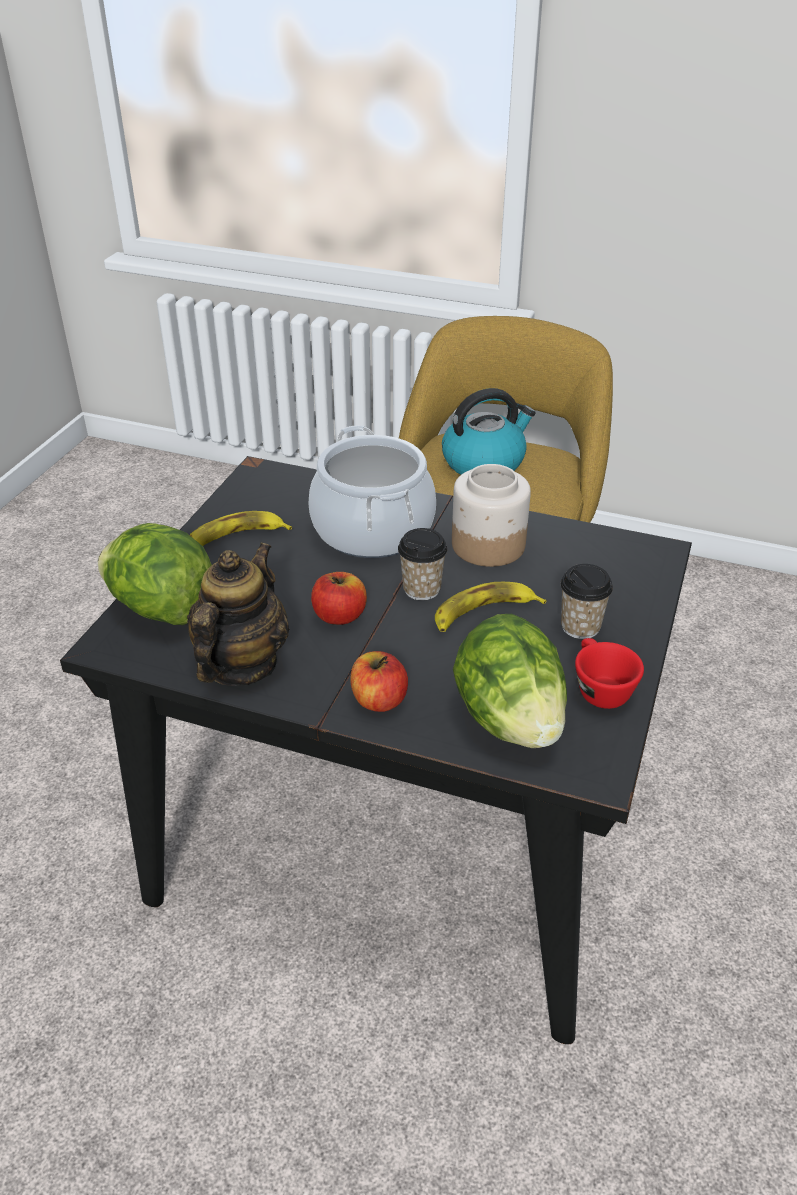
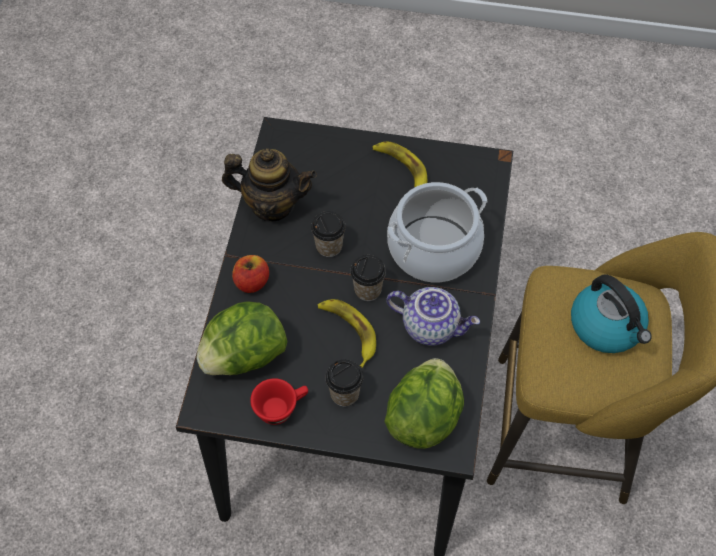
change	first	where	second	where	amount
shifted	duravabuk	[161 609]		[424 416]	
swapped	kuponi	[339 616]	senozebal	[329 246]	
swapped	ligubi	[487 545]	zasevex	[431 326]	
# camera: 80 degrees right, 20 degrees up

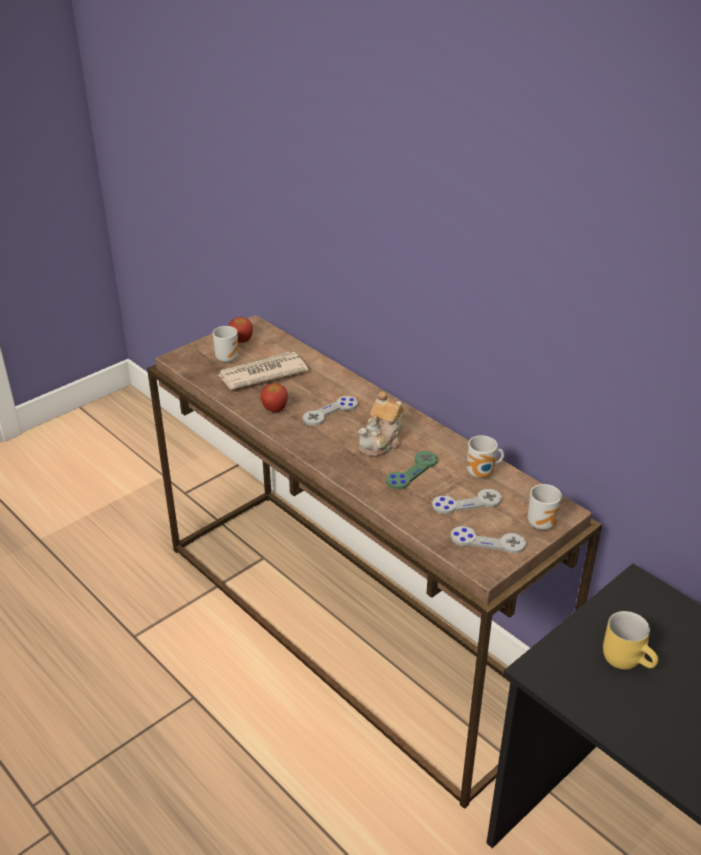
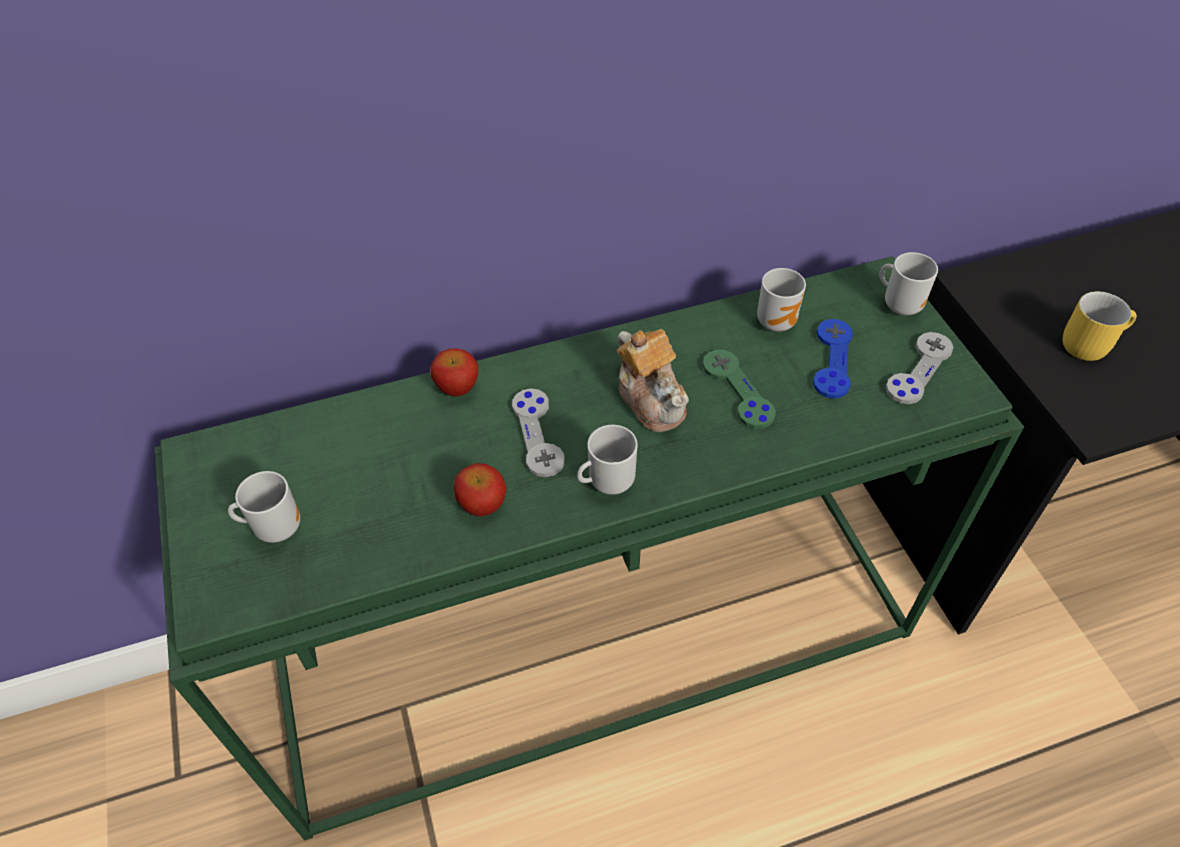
change	first	where	second	where	amount
gone	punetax	[261 373]			
new			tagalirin	[607 482]	
shifted	kuponi	[241 340]		[457 387]	
repainted	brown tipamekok	[354 627]	green tipamekok	[596 639]	
repainted	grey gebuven	[466 503]	blue gebuven	[832 360]	
# camera: 65 degrees left, 15 degrees up

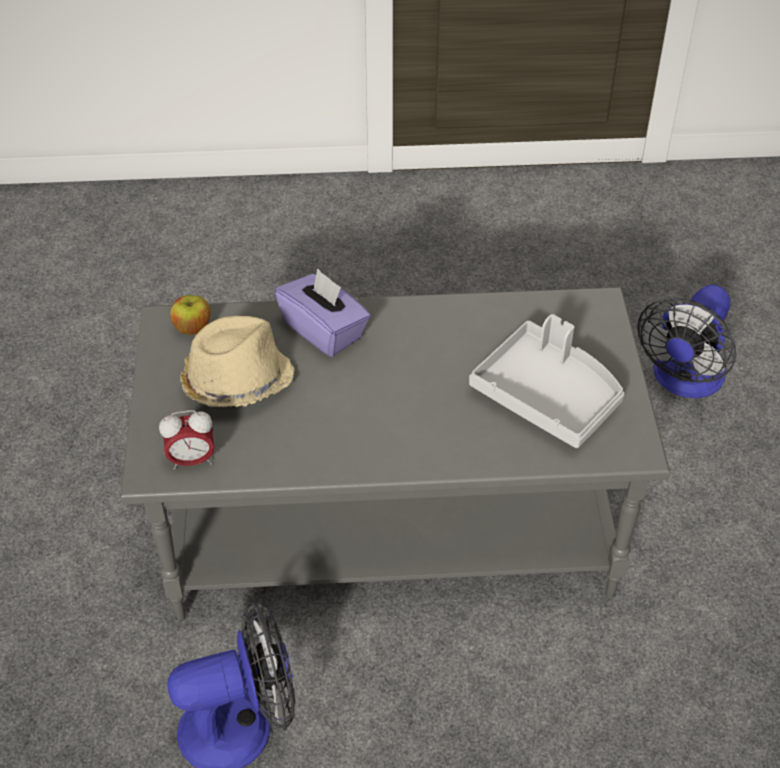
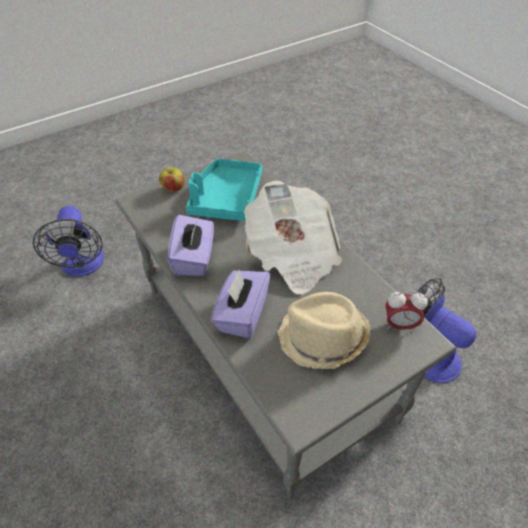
change	first	where	second	where	amount
new			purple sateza	[194 258]	
new			punetax	[292 255]	
shifted	kuponi	[192 328]		[173 188]	
repainted	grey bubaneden	[548 396]	turquoise bubaneden	[226 198]	
rotated	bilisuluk	[192 460]		[400 325]	135 degrees clockwise
rotated	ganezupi	[683 380]		[82 266]	75 degrees clockwise
# camera: 120 degrees left, 0 degrees up

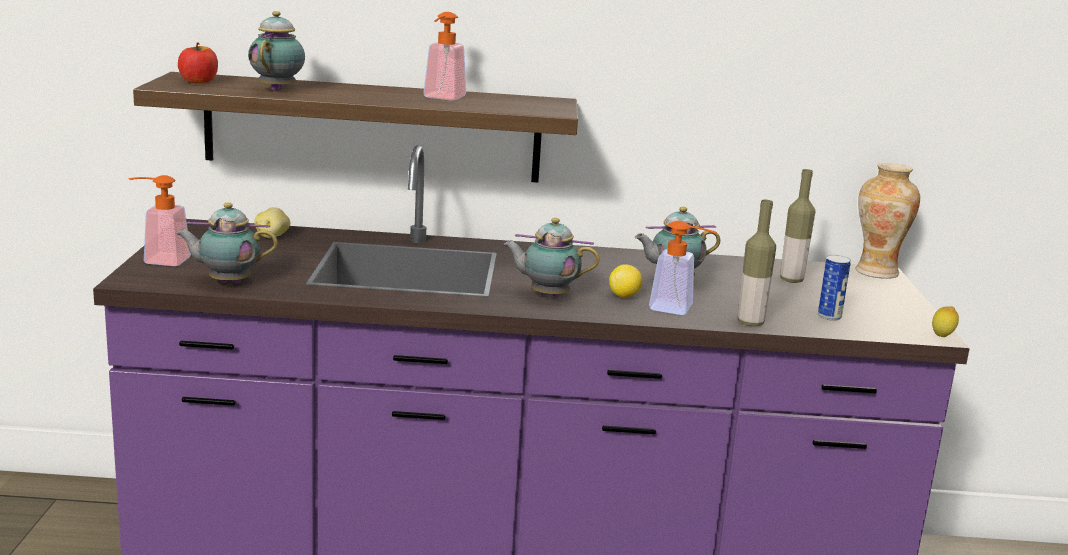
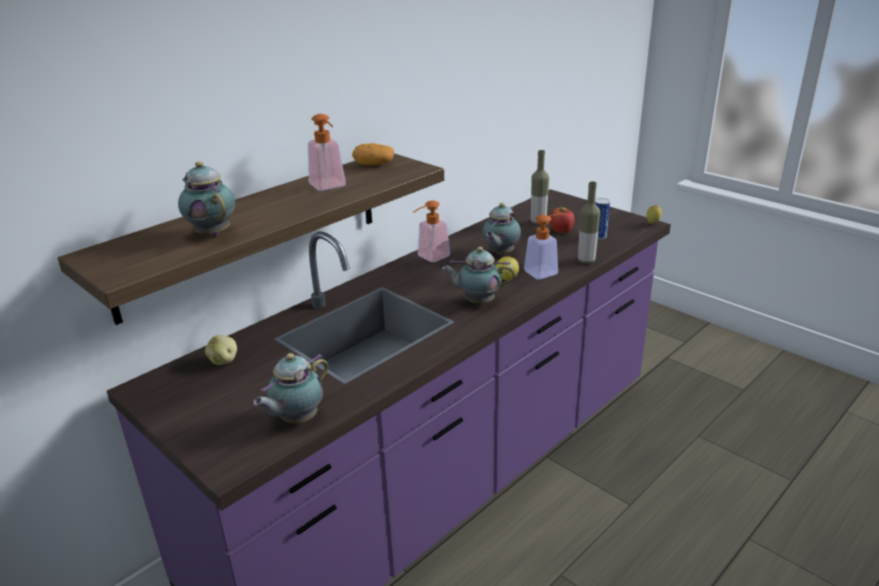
change	first	where	second	where	amount
gone	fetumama	[876 272]			
new			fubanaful	[374 164]	
shifted	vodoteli	[159 260]		[429 258]	
shifted	kuponi	[198 81]		[561 230]	
rotated	zasevex	[547 295]		[477 301]	45 degrees clockwise
# camera: 45 degrees left, 10 degrees up

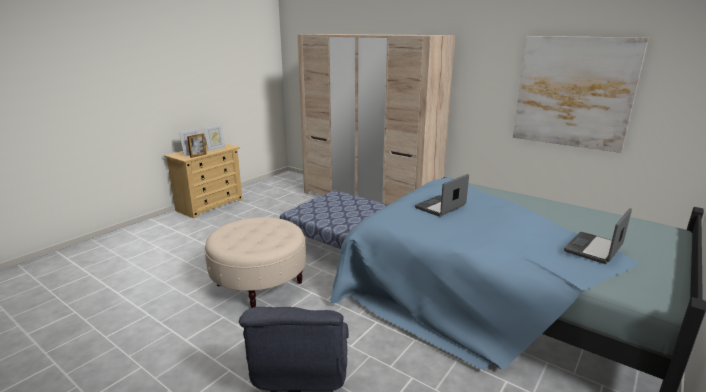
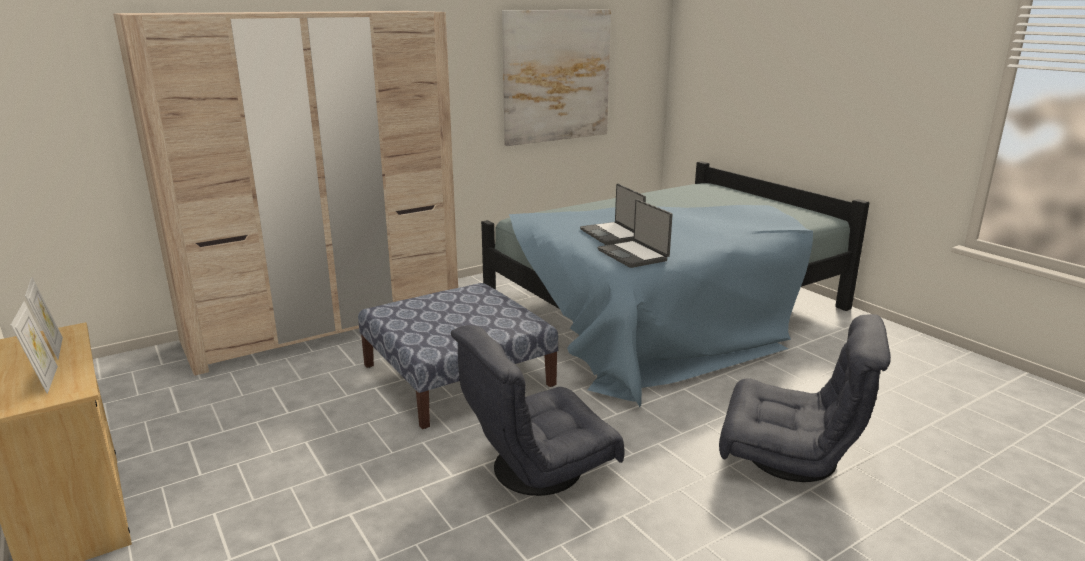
change	first	where	second	where	amount
gone	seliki	[198 155]			
shifted	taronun	[594 249]		[634 255]	
swapped	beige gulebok	[259 283]	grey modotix	[537 468]	
# camera: 70 degrees left, 0 degrees up

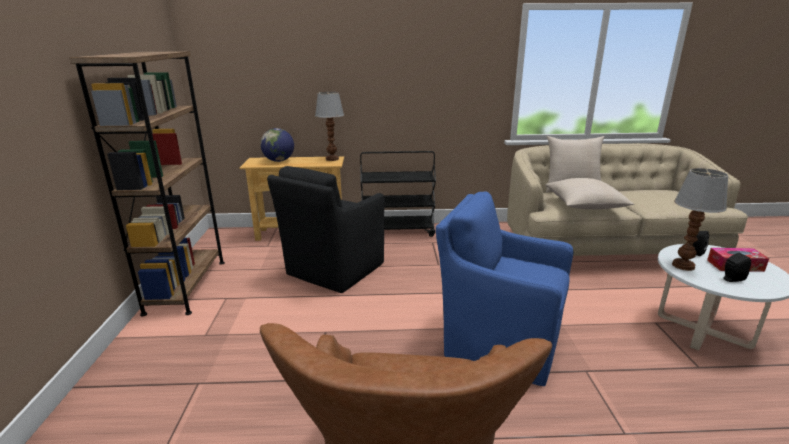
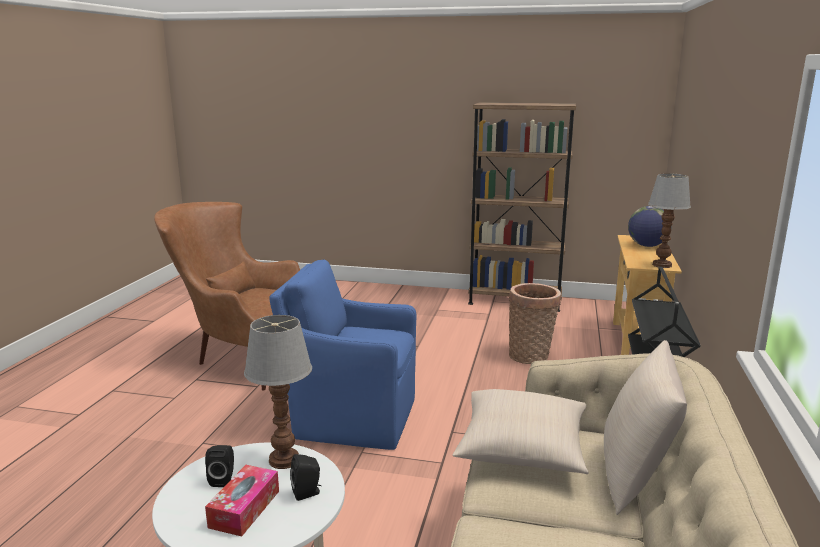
change	first	where	second	where	amount
swapped	black modotix	[333 270]	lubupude	[531 355]	
rotated	blue modotix	[498 342]		[351 418]	120 degrees counterclockwise
# camera: 105 degrees right, 5 degrees down

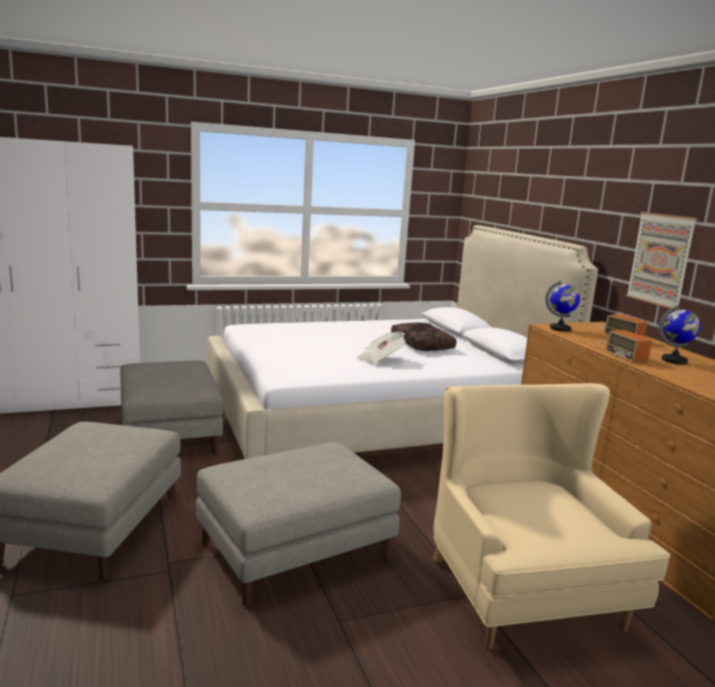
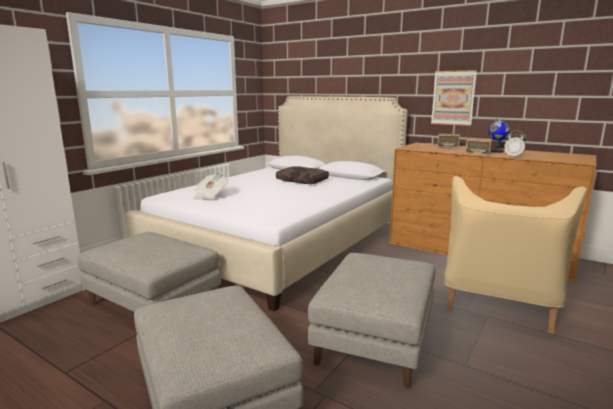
change	first	where	second	where	amount
gone	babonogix	[560 329]			
new			bilisuluk	[513 156]	
shifted	punetax	[380 359]		[210 196]	
rotated	beige modotix	[520 588]		[498 302]	105 degrees counterclockwise
# camera: 35 degrees left, 0 degrees up

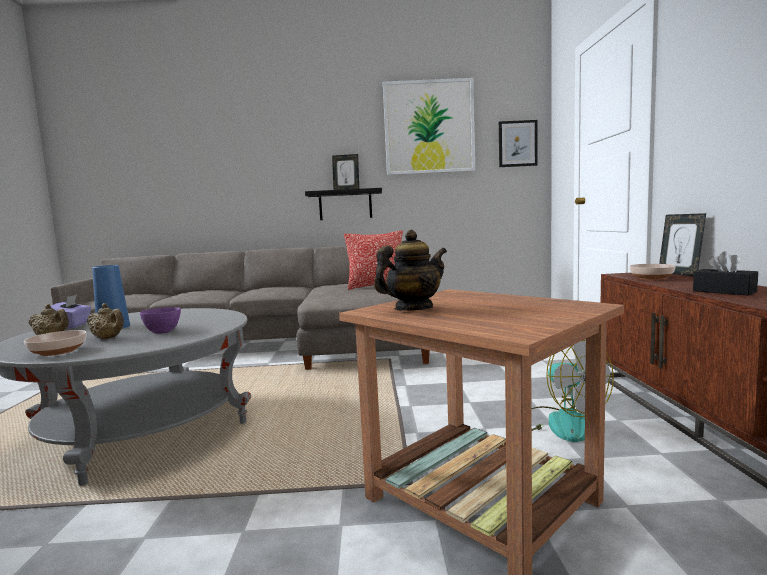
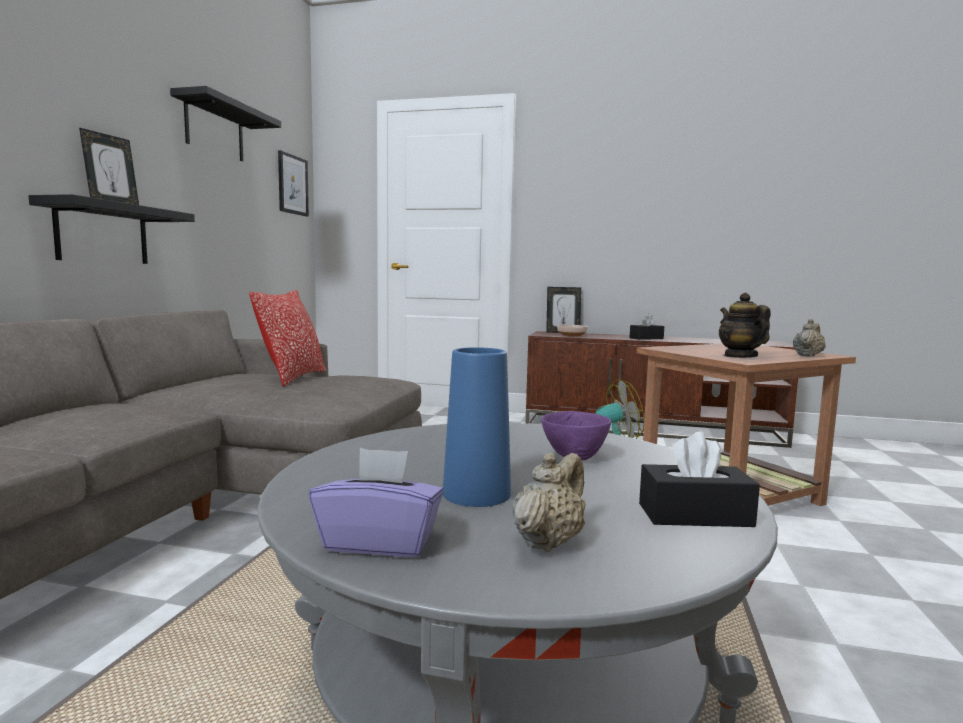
change	first	where	second	where	amount
shifted	beige zasevex	[108 338]		[808 355]	
swapped	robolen	[57 351]	black sateza	[694 515]	
swapped	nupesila	[429 127]	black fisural	[214 130]	
# camera: 75 degrees left, 0 degrees up

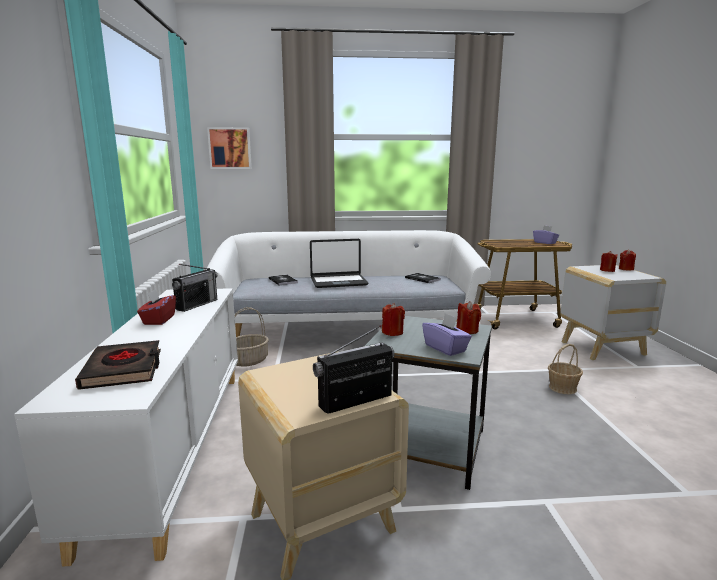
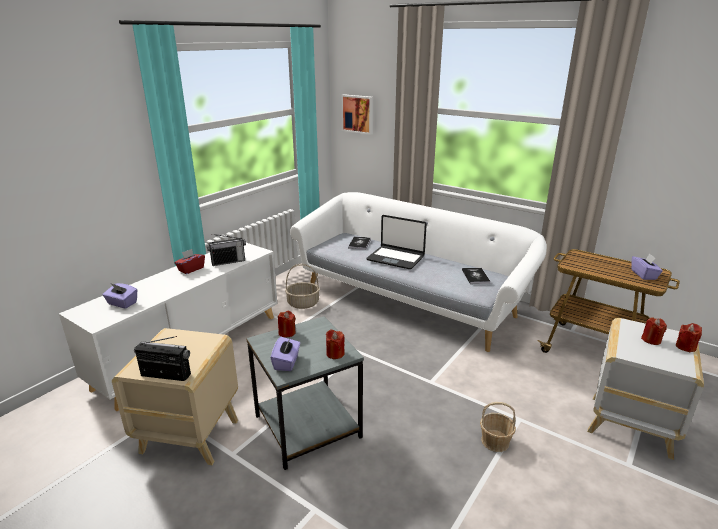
change	first	where	second	where	amount
swapped	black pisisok	[124 370]	purple sateza	[122 303]	
# camera: 40 degrees right, 10 degrees up

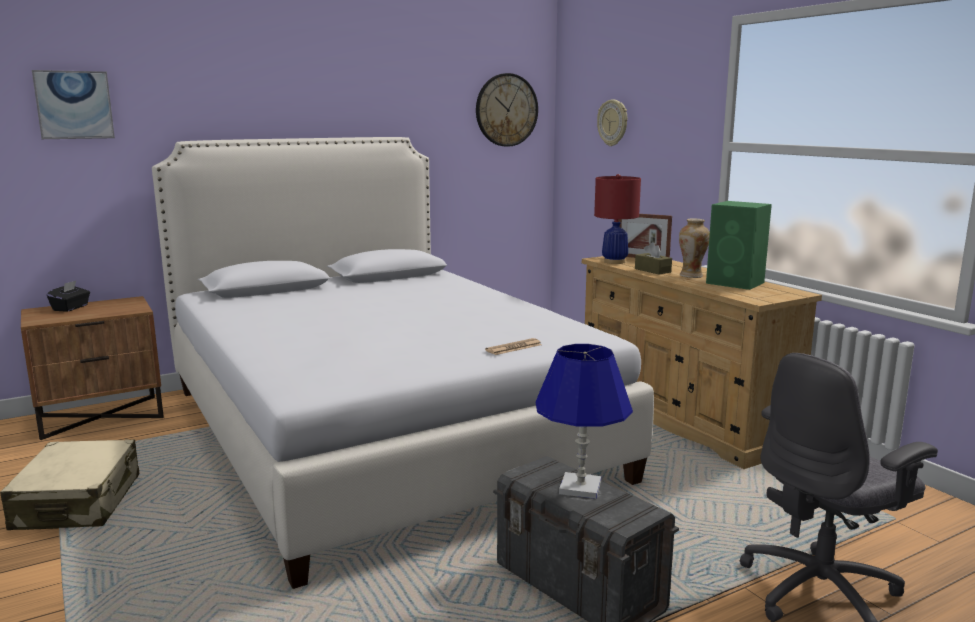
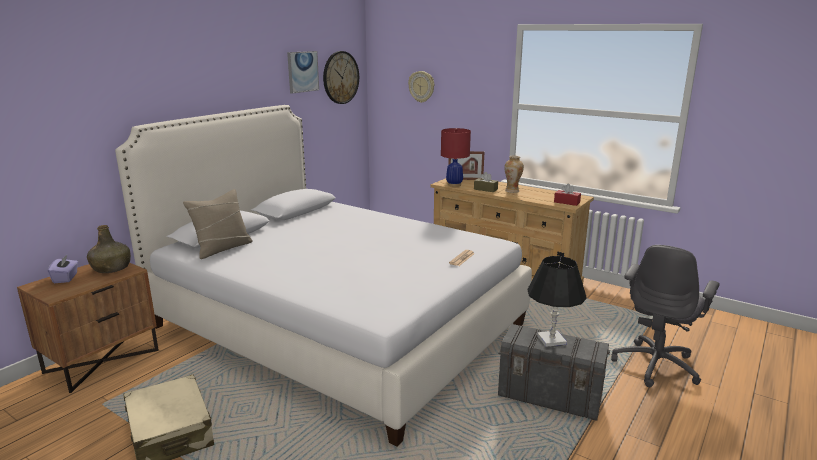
change	first	where	second	where	amount
gone	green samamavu	[736 283]			
new			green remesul	[111 268]	
new			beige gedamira	[222 248]	
new			red sateza	[567 202]	
shifted	nupesila	[74 105]		[302 71]	
repainted	black sateza	[71 308]	purple sateza	[66 278]	
repainted	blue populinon	[580 488]	black populinon	[551 340]	
# camera: 25 degrees left, 5 degrees up

